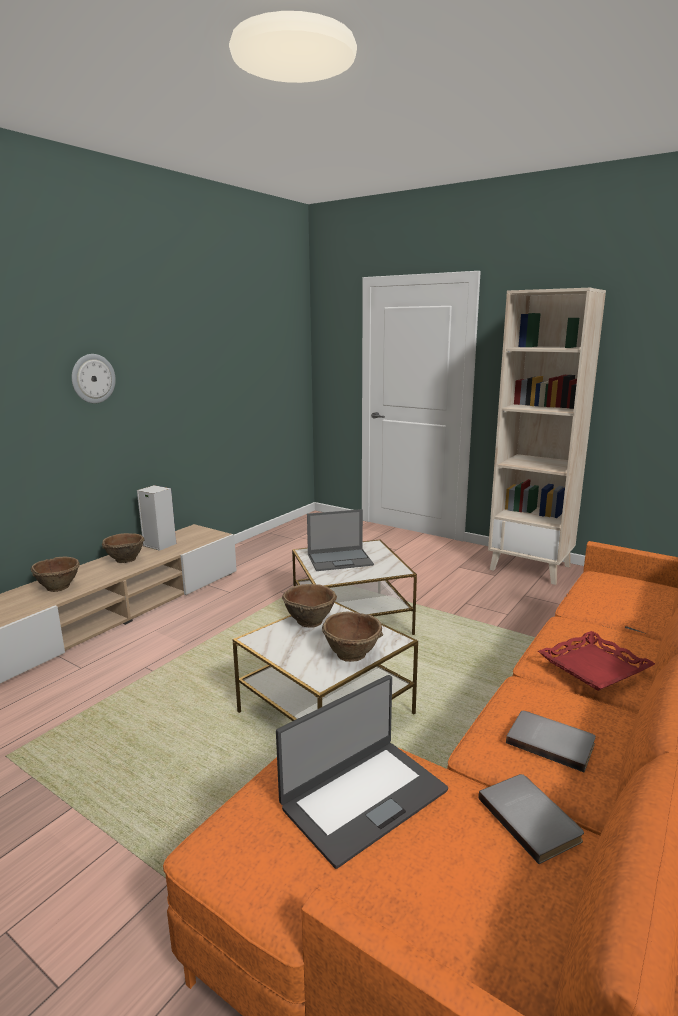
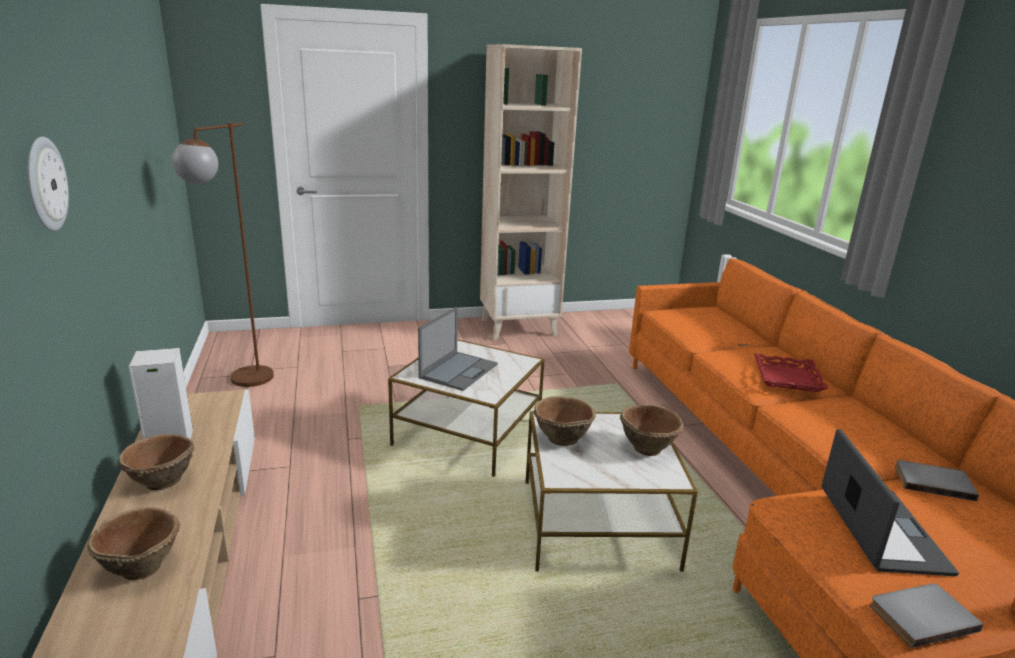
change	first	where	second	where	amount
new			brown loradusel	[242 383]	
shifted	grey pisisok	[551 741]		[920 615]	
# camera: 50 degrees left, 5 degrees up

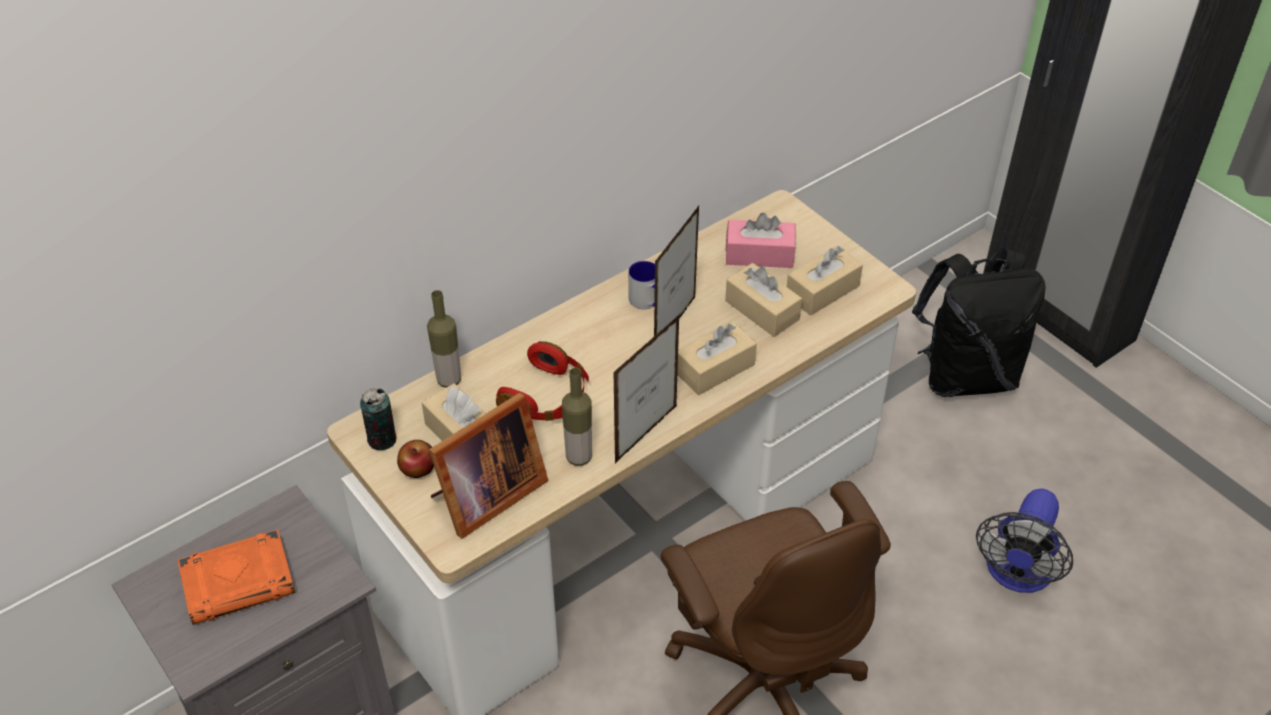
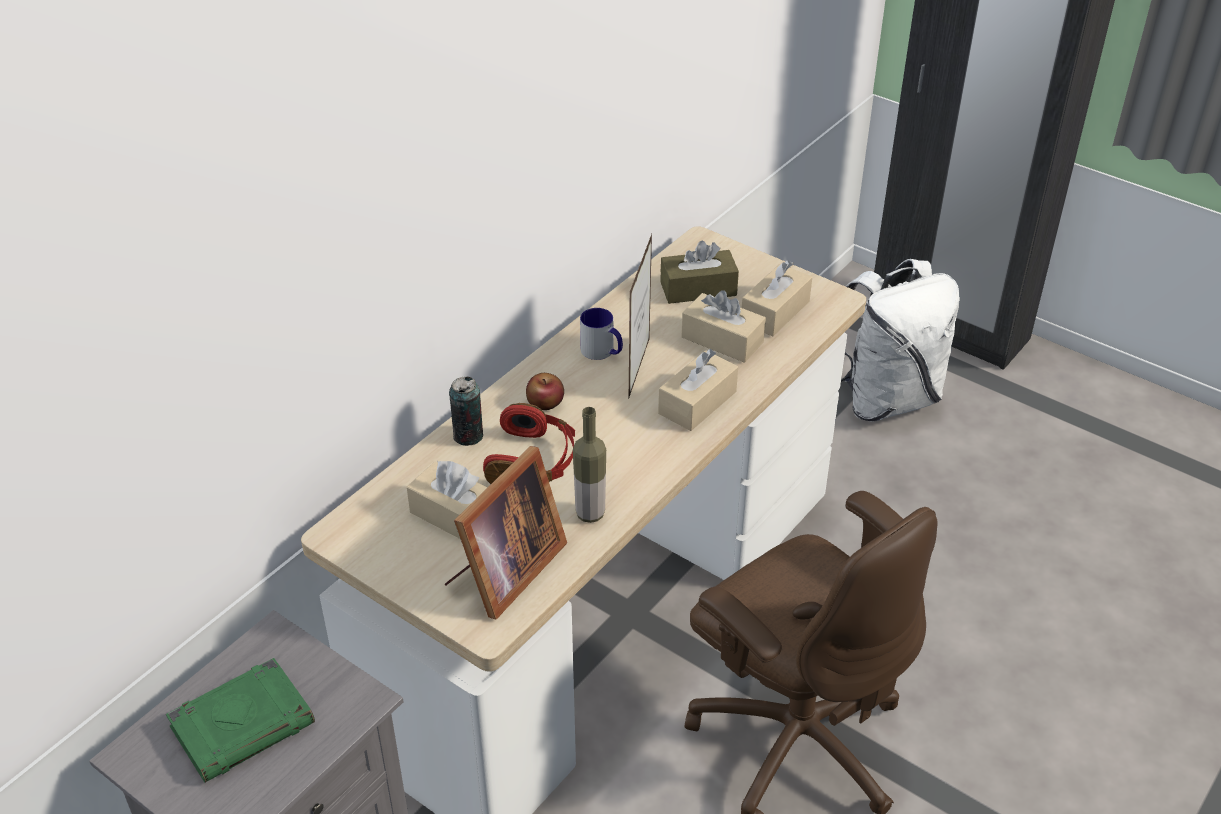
change	first	where	second	where	amount
gone	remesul	[449 380]			
gone	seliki	[646 434]			
gone	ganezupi	[1016 574]			
shifted	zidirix	[382 440]		[468 436]	
shifted	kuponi	[418 468]		[545 402]	
repainted	orange pisisok	[239 582]	green pisisok	[244 725]	
repainted	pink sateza	[759 254]	brown sateza	[698 289]	
repainted	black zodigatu	[966 375]	white zodigatu	[885 398]	
# camera: 15 degrees left, 5 degrees down

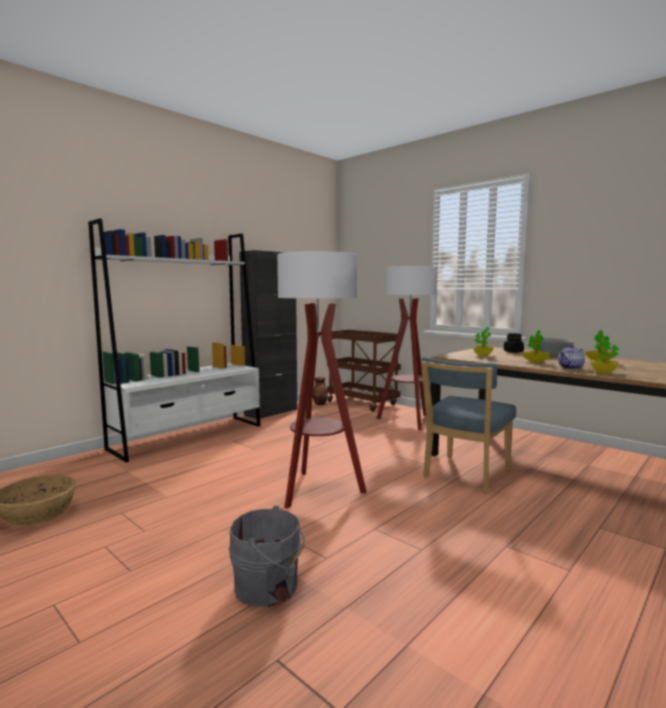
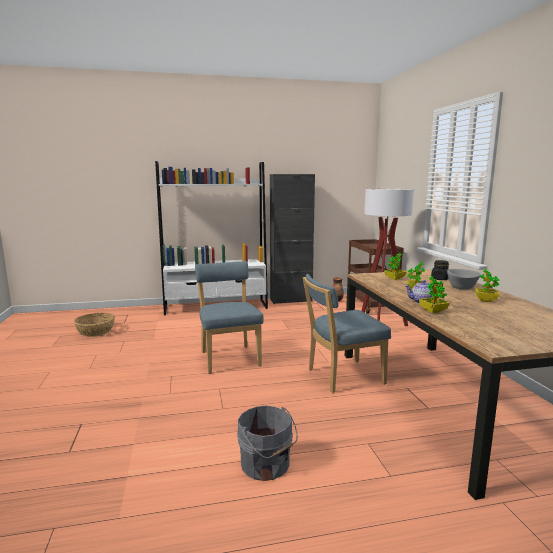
change	first	where	second	where	amount
shifted	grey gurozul	[269 587]		[266 465]	
swapped	loradusel	[318 490]	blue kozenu	[229 357]	
# camera: 35 degrees right, 5 degrees up

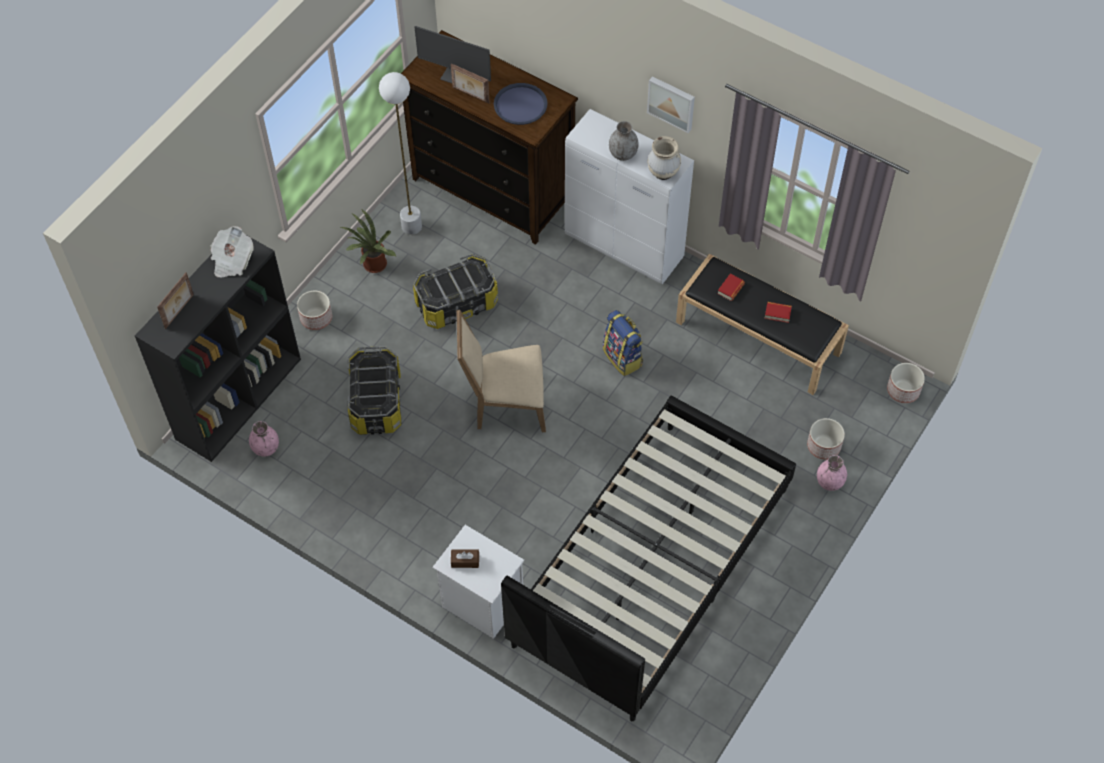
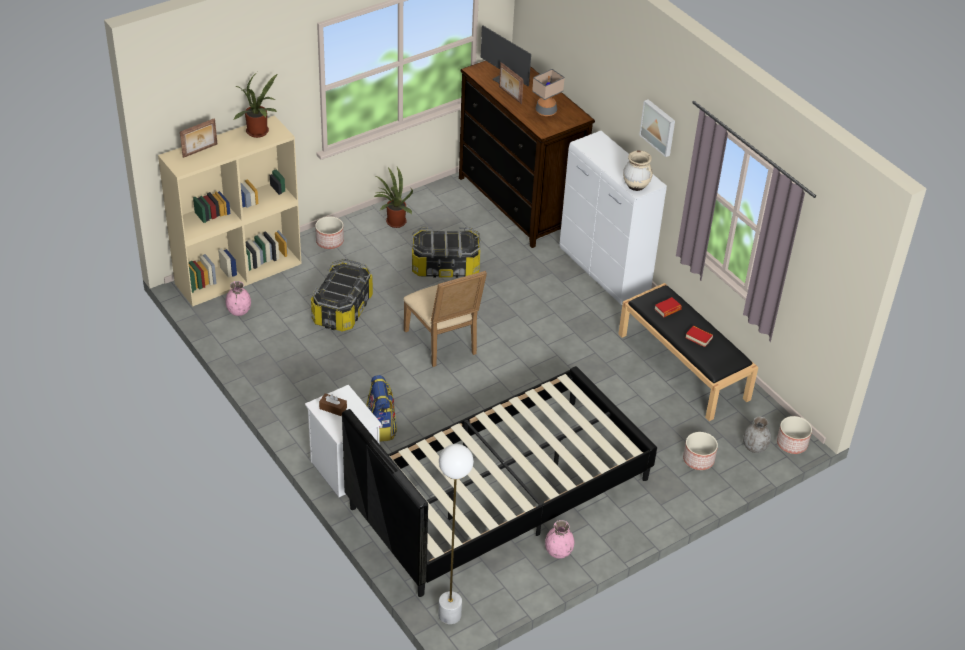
change	first	where	second	where	amount
shifted	white loradusel	[411 226]		[449 615]	
shifted	zodigatu	[623 357]		[381 428]	
shifted	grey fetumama	[622 154]		[754 447]	
shifted	pink fetumama	[829 482]		[558 552]	
swapped	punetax	[232 260]	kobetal	[259 133]	
swapped	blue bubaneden	[520 104]	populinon	[546 111]	
repainted	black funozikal	[238 397]	beige funozikal	[239 273]	
rotated	beige kozenu	[505 405]		[444 344]	135 degrees counterclockwise
# camera: 20 degrees right, 15 degrees down

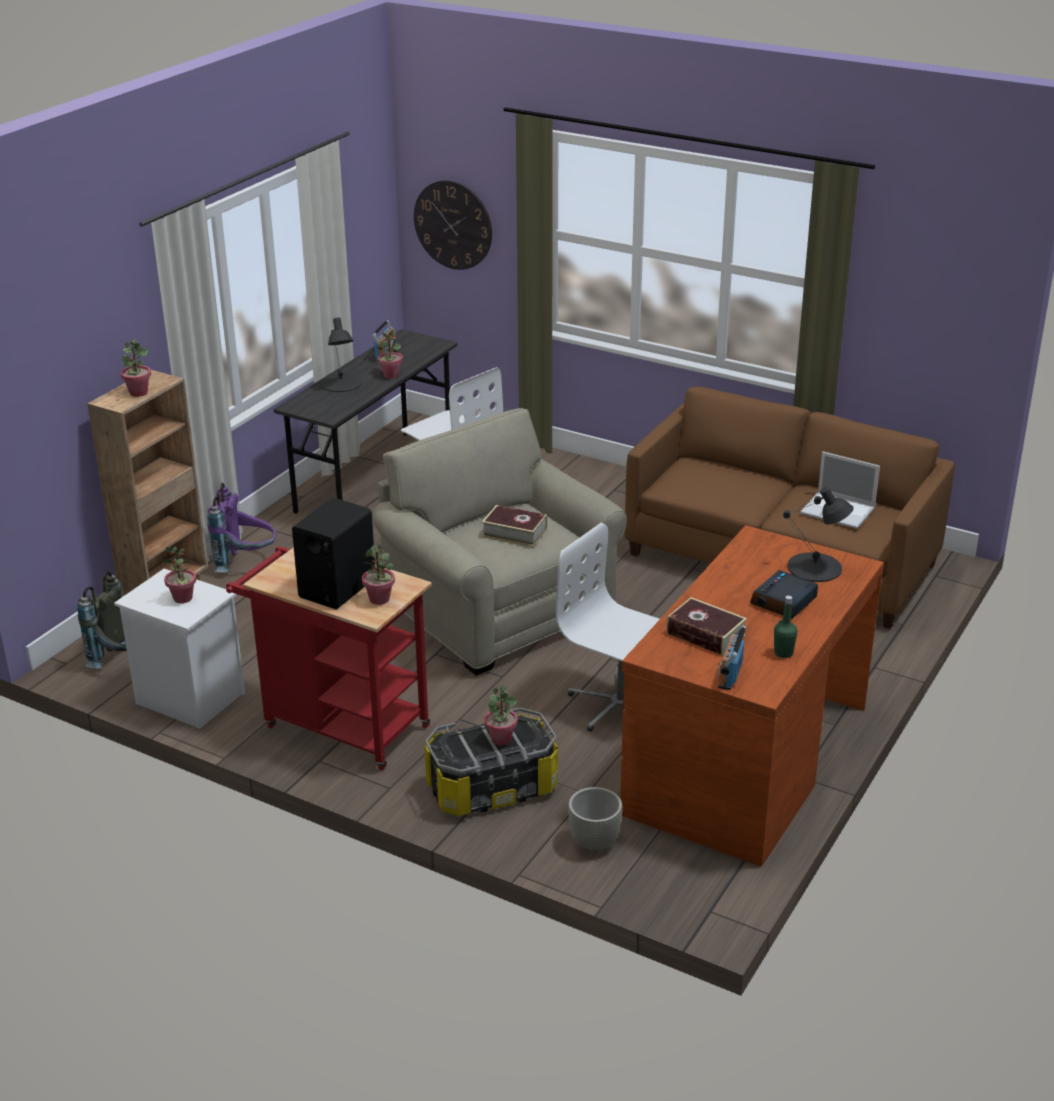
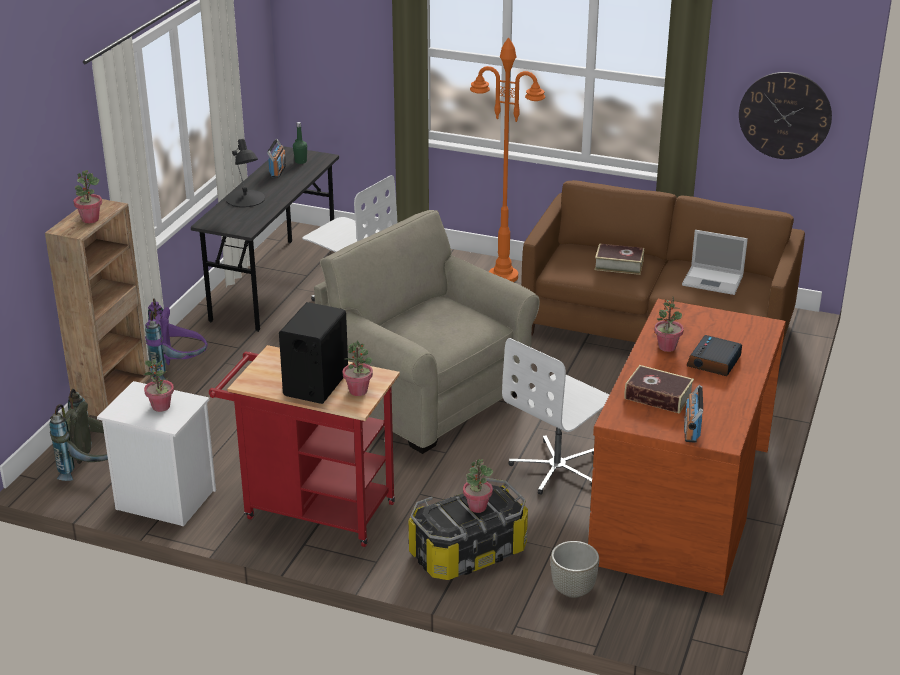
change	first	where	second	where	amount
gone	black populinon	[815 568]			
new			orange loradusel	[503 276]	
shifted	kobetal	[391 375]		[667 347]	
shifted	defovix	[453 225]		[785 115]	
shifted	pisisok	[514 532]		[619 265]	
shifted	green remesul	[783 653]		[300 161]	
rotated	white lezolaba	[619 706]		[557 468]	75 degrees counterclockwise
# camera: 10 degrees left, 0 degrees up

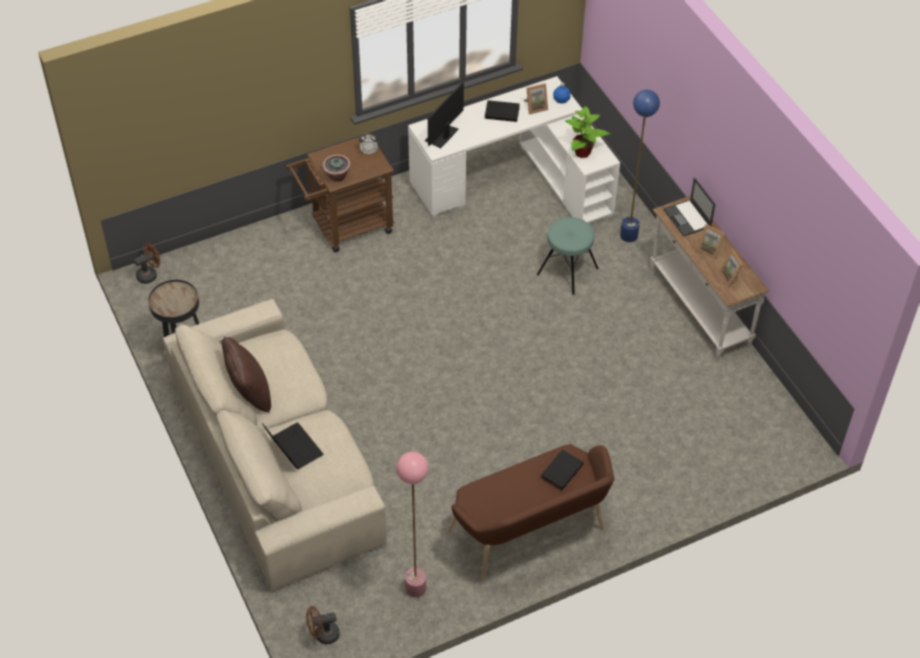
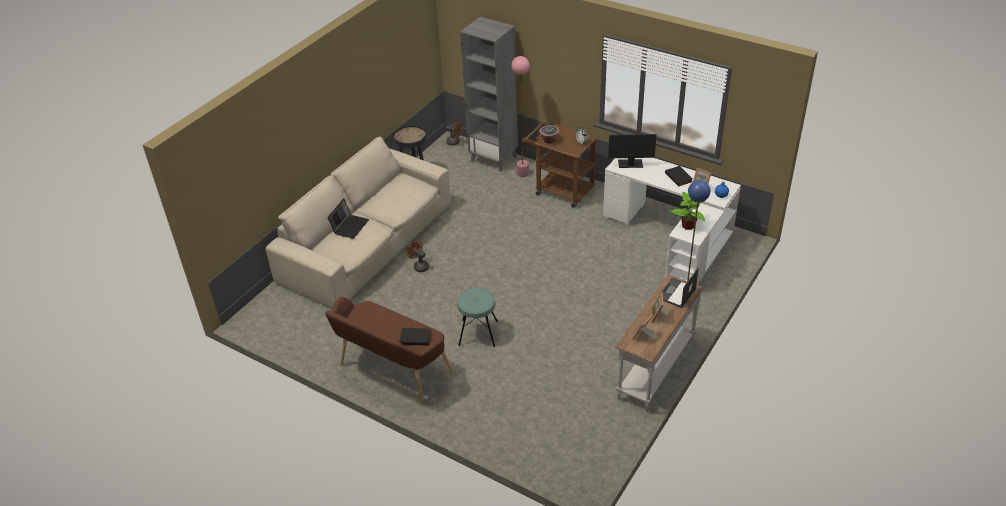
change	first	where	second	where	amount
gone	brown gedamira	[249 393]			
new			grey funozikal	[494 159]	
shifted	brown ganezupi	[323 635]		[419 266]	
shifted	pink loradusel	[415 588]		[522 173]	
shifted	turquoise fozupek	[567 271]		[478 333]	
# camera: 60 degrees right, 10 degrees down

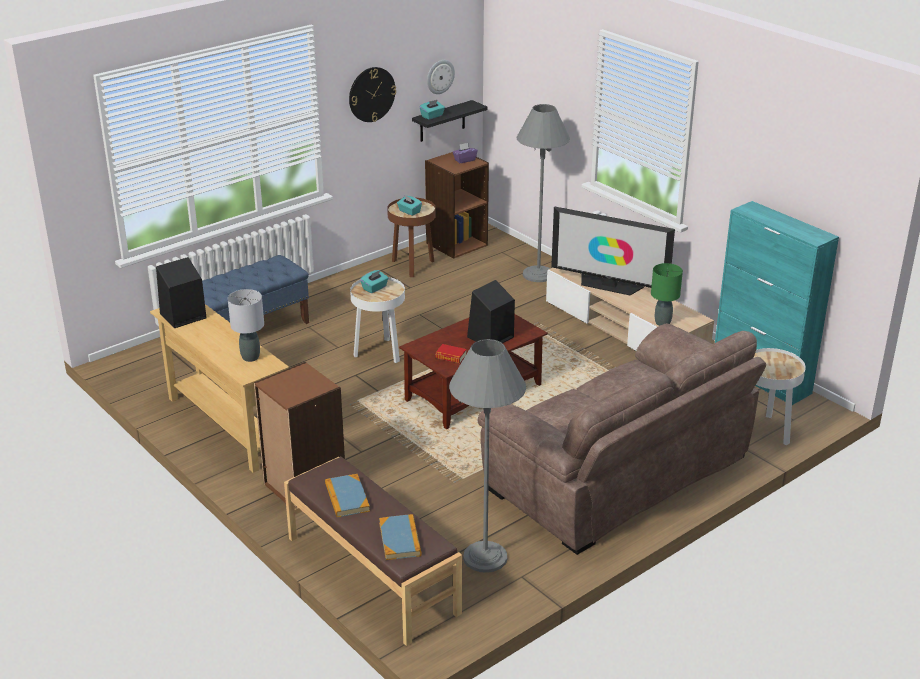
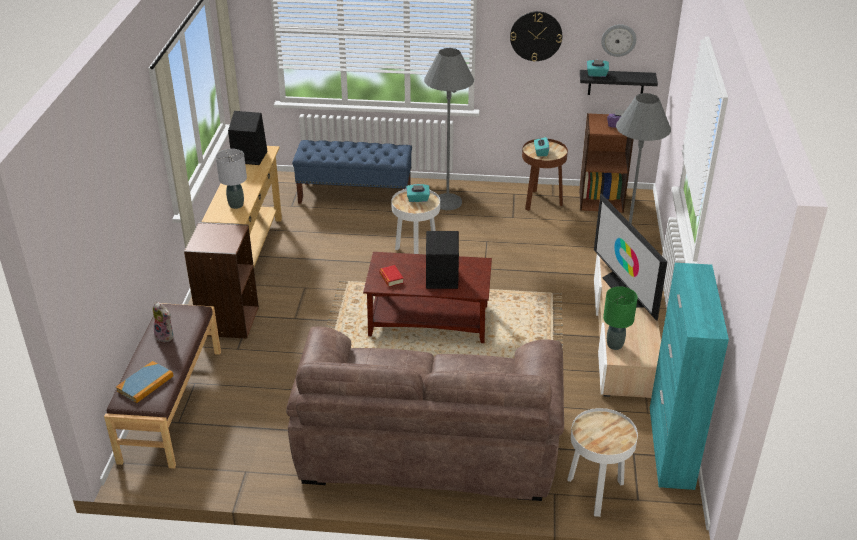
change	first	where	second	where	amount
shifted	grey loradusel	[485 557]		[447 202]	
swapped	pisisok	[347 498]	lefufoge	[166 336]	
# camera: 45 degrees right, 5 degrees up

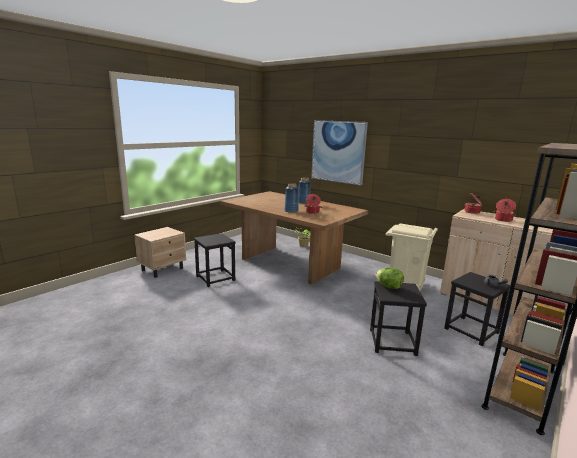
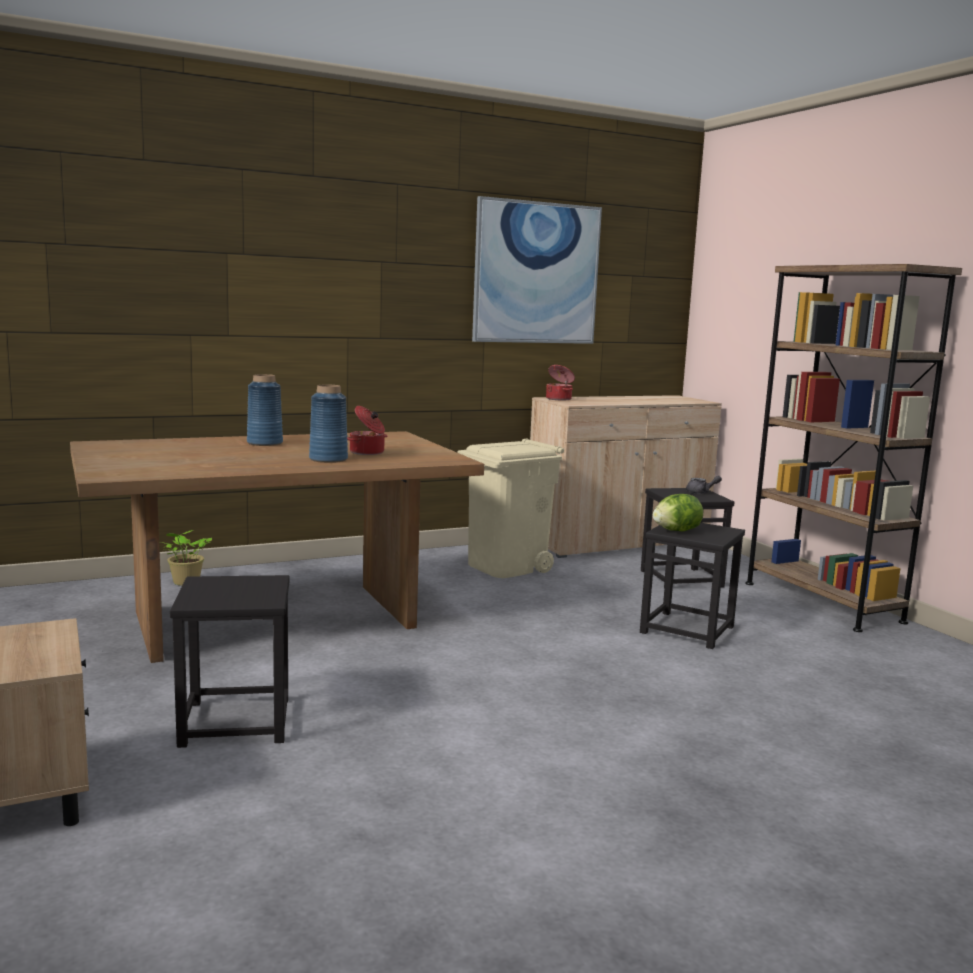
change	first	where	second	where	amount
gone	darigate	[503 220]			
shifted	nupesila	[338 151]		[536 273]	
# camera: 65 degrees left, 5 degrees down

